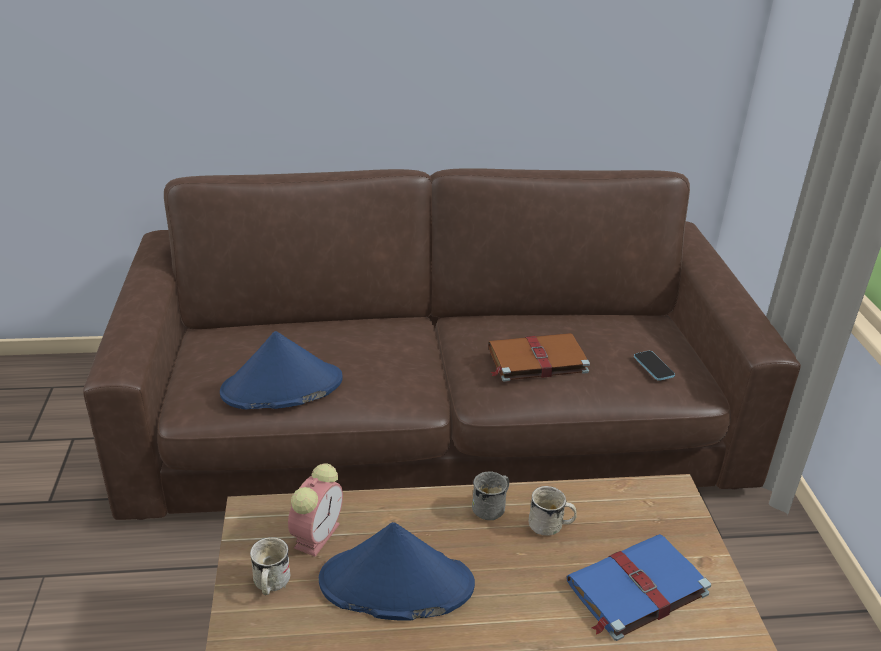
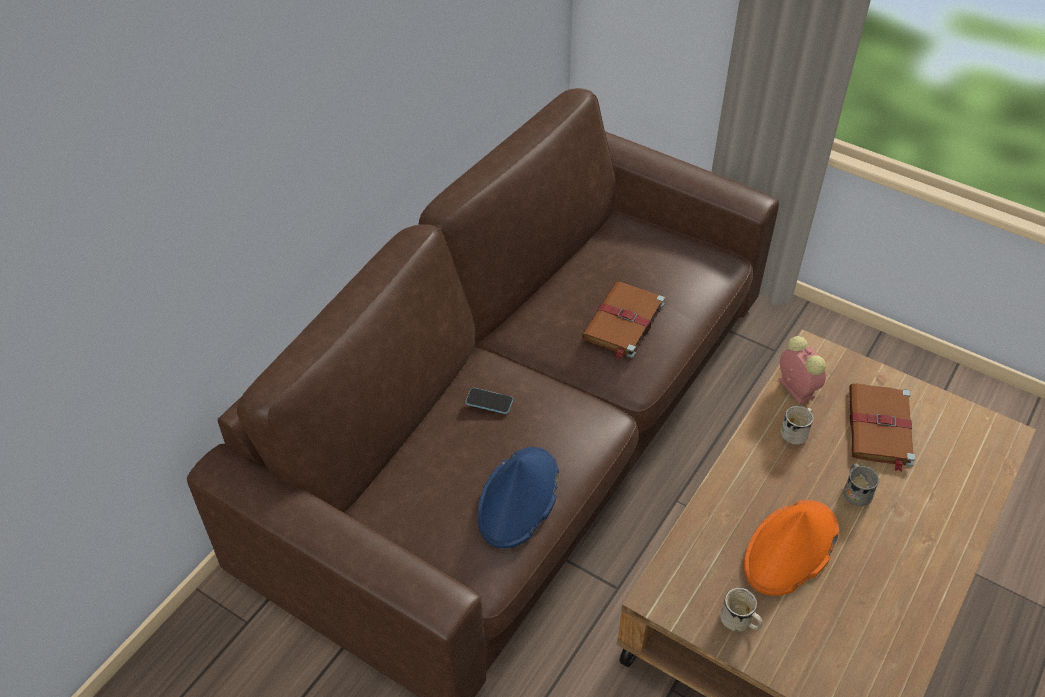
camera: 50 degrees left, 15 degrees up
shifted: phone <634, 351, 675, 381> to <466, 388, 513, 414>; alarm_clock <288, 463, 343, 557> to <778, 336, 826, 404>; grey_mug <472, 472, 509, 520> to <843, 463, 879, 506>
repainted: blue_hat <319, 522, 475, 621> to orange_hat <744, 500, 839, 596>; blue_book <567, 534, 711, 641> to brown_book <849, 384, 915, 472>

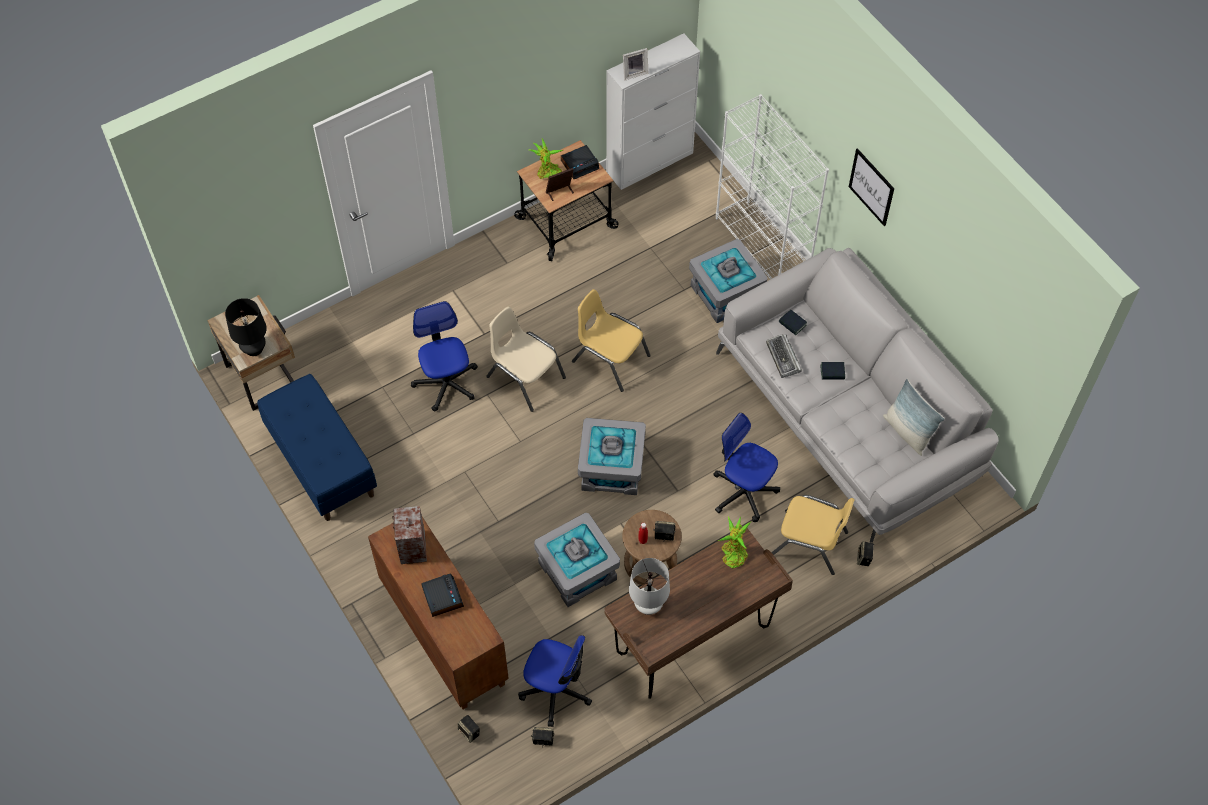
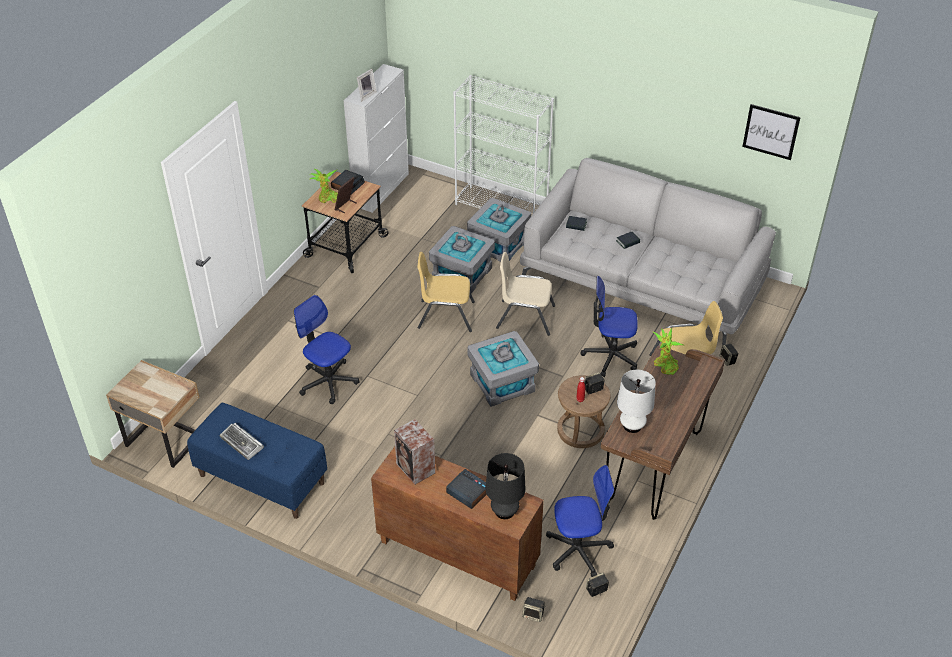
camera: 30 degrees left, 15 degrees down
gone: pillow <883, 379, 945, 456>
shifted: keyboard <766, 334, 802, 378> to <220, 423, 264, 460>; grey_storage_box <534, 513, 620, 607> to <429, 226, 495, 293>; black_table_lamp <225, 298, 267, 356> to <485, 453, 526, 519>; beige_chair <486, 306, 566, 412> to <496, 252, 555, 336>; picture <849, 148, 894, 226> to <742, 104, 801, 160>

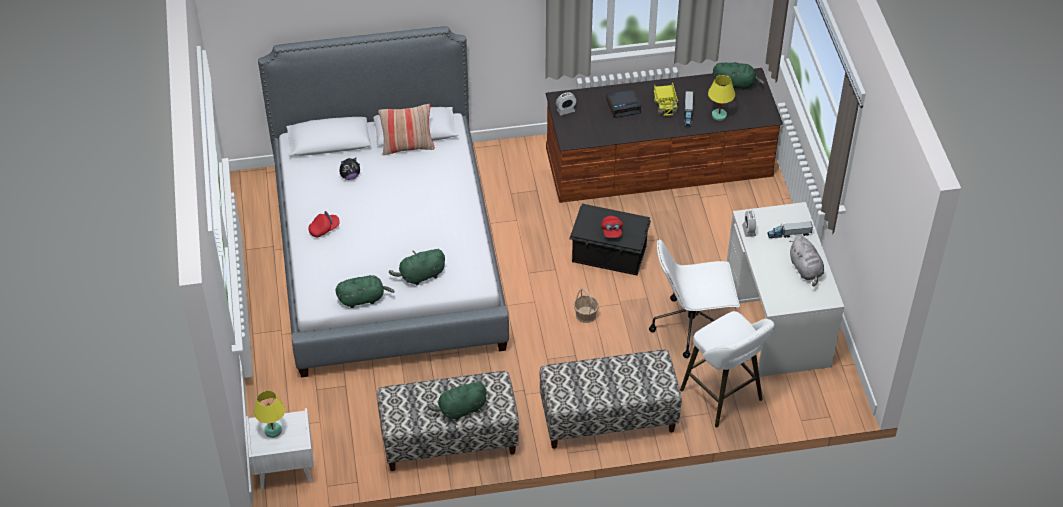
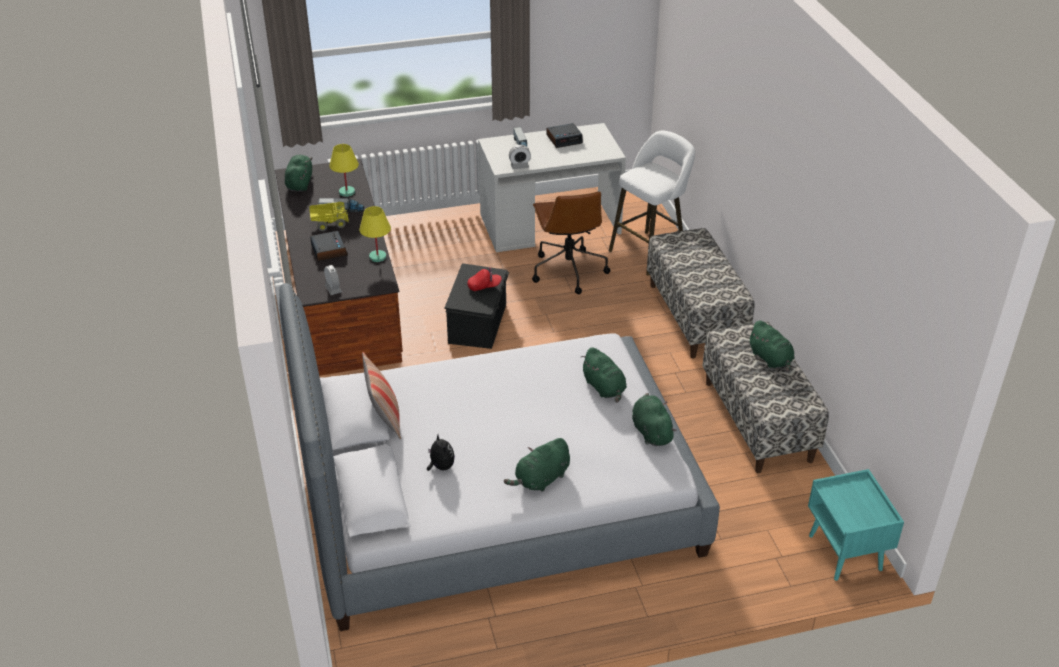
camera: 95 degrees left, 10 degrees down
gone: basket <574, 289, 599, 323>
shifted: yellow_table_lamp <254, 391, 285, 438> to <359, 206, 391, 262>
swapped: red_cap <309, 211, 340, 237> to green_plush_toy <504, 438, 570, 492>; grey_plush_toy <789, 235, 824, 286> to alarm_clock <546, 123, 583, 148>
repainted: white_office_chair <649, 239, 740, 358> to brown_office_chair <532, 191, 610, 294>; white_nightstand <246, 408, 314, 490> to turquoise_nightstand <808, 469, 904, 581>

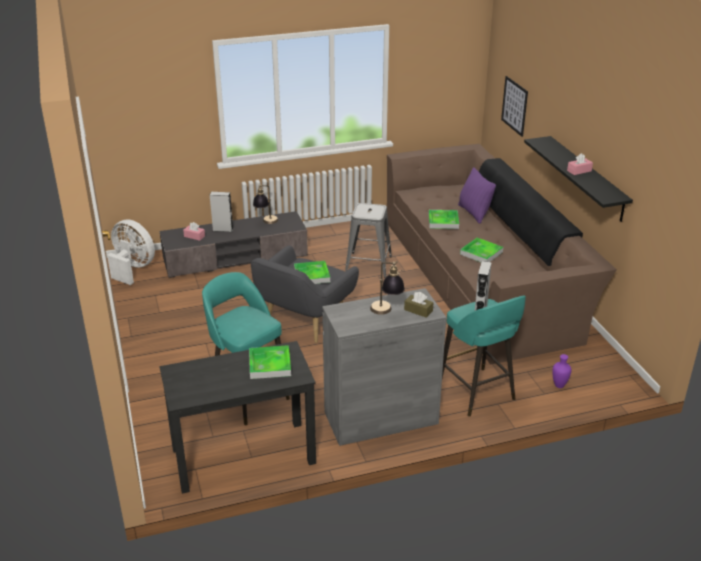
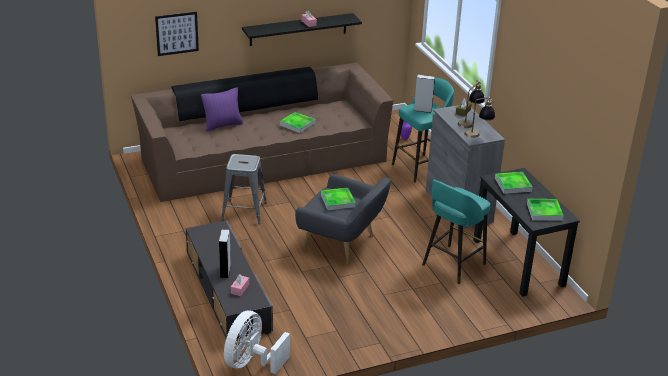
camera: 95 degrees left, 0 degrees up
shifted: table_lamp <253, 184, 278, 224> to <464, 96, 495, 138>; tray <429, 210, 459, 229> to <527, 199, 564, 221>

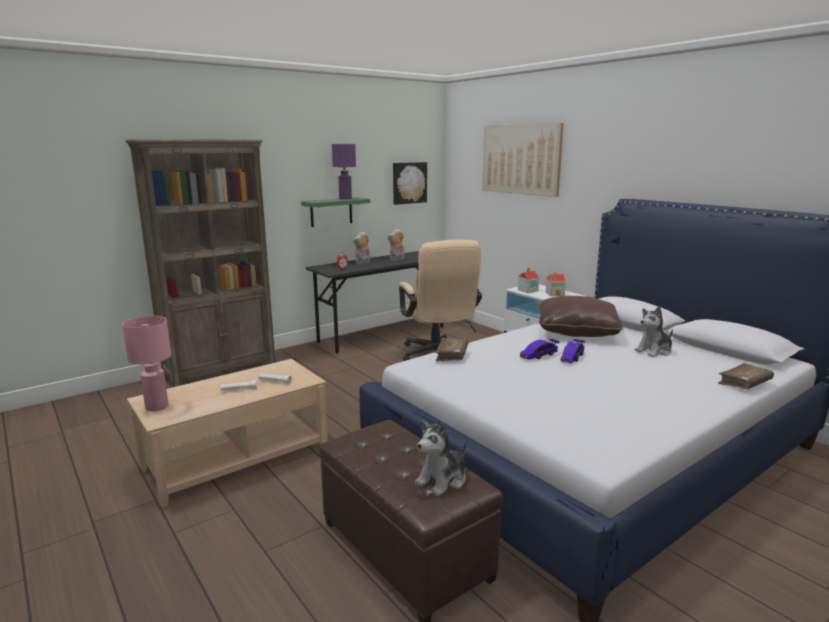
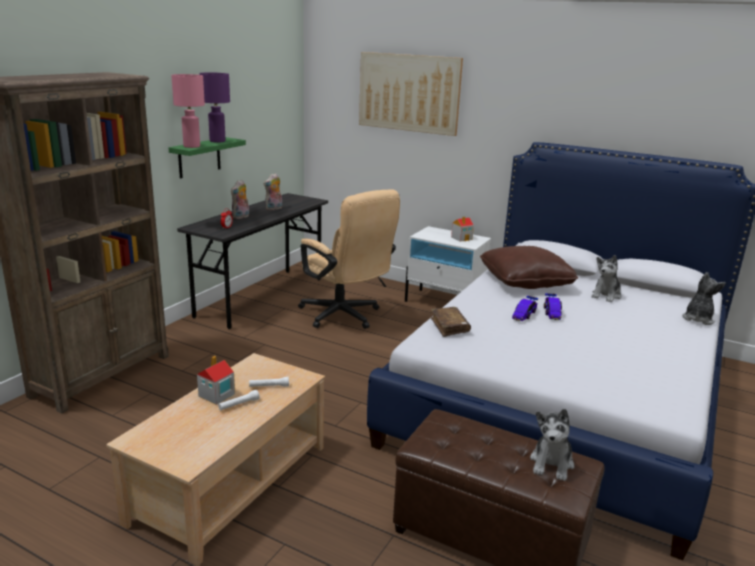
camera: 25 degrees left, 5 degrees up
gone: picture <393, 162, 427, 205>
shifted: pink_table_lamp <122, 316, 171, 411> to <171, 74, 205, 148>; toy_house <518, 268, 539, 293> to <197, 356, 235, 405>
swapped: brown_book <718, 363, 774, 389> to plush_toy <682, 272, 726, 325>

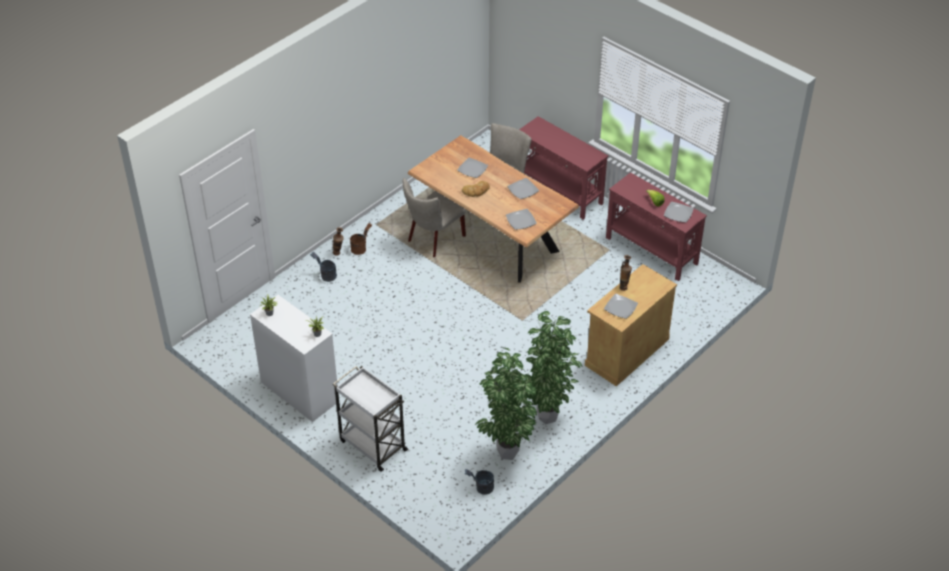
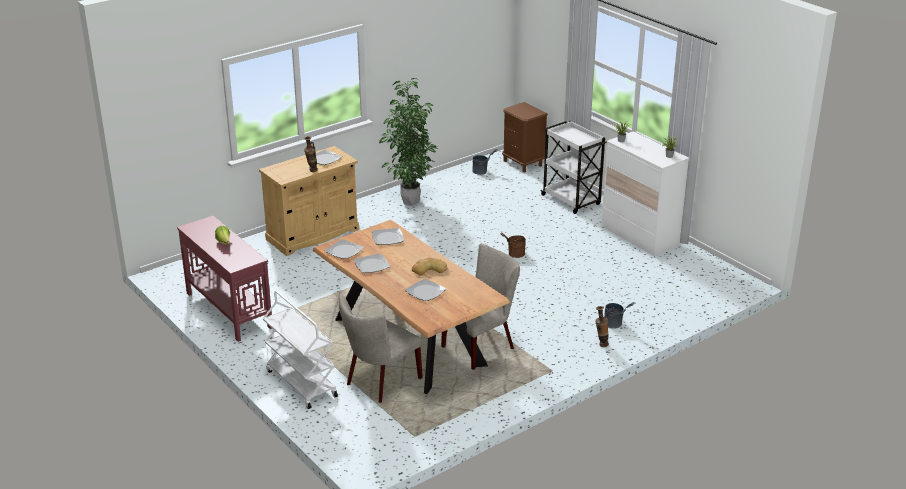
camera: 170 degrees left, 15 degrees down
gone: potted_plant <475, 348, 538, 460>
new: brown_nightstand <502, 102, 548, 172>
shifted: plate <664, 202, 694, 223> to <324, 239, 364, 259>; brown_bucket <350, 222, 372, 255> to <500, 232, 526, 258>
swapped: red_console_table <519, 116, 608, 220> to white_cart <262, 291, 338, 409>

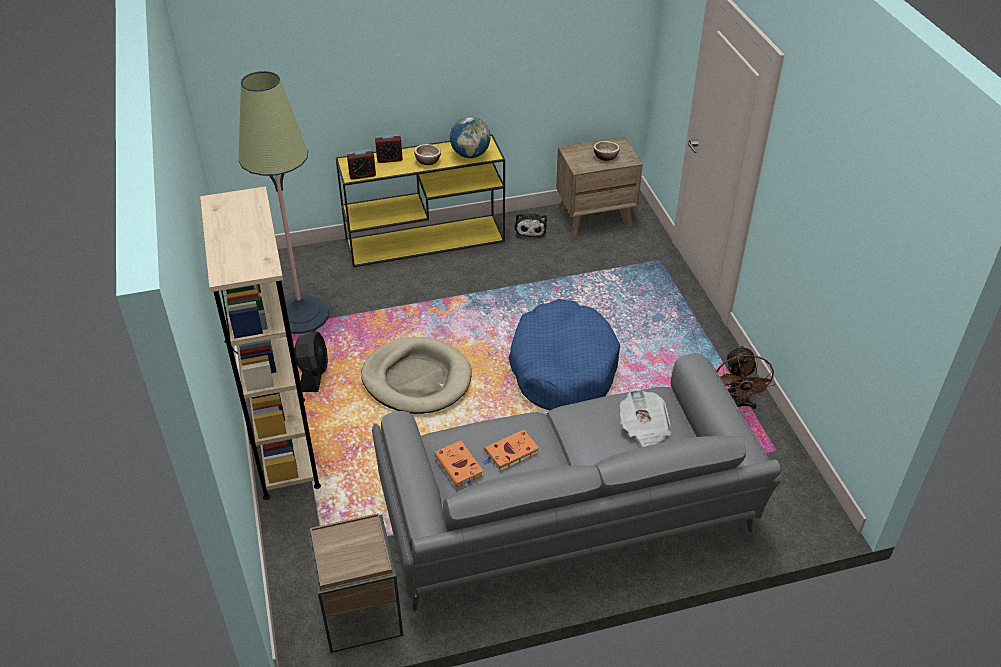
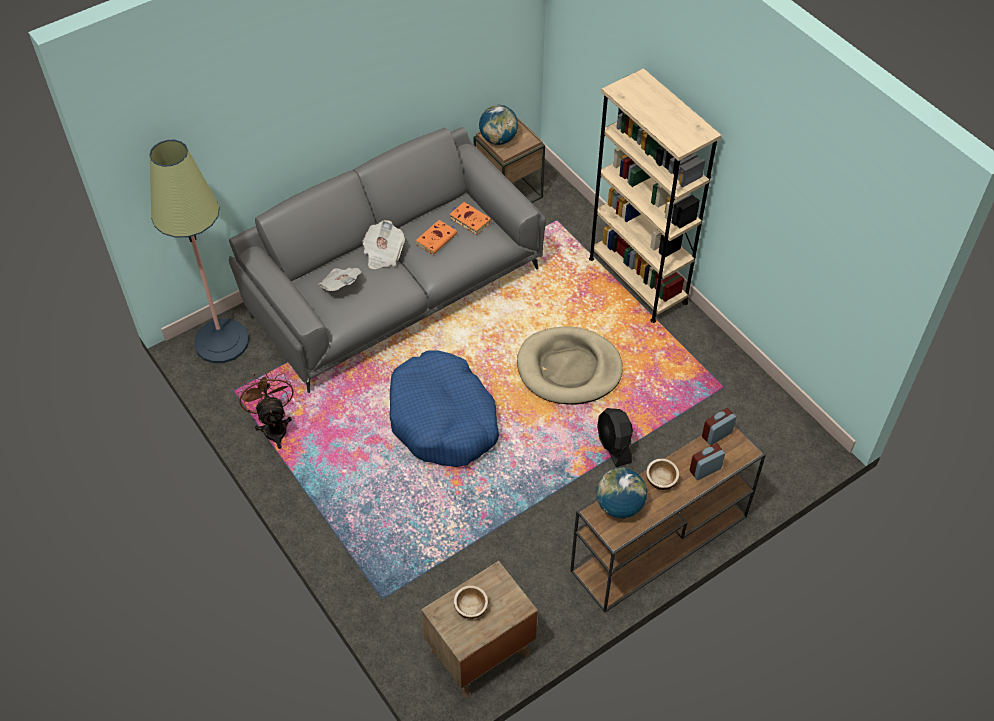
camera: 160 degrees right, 10 degrees up
gone: plush_toy <515, 213, 547, 238>
new: newspaper <362, 220, 405, 269>; globe <479, 105, 518, 145>
shifted: floor_lamp <238, 71, 329, 334> to <149, 140, 249, 363>; black_fan <294, 330, 328, 392> to <597, 408, 633, 467>
repainted: yellow_console_table <336, 134, 505, 267> to brown_console_table <570, 424, 766, 612>

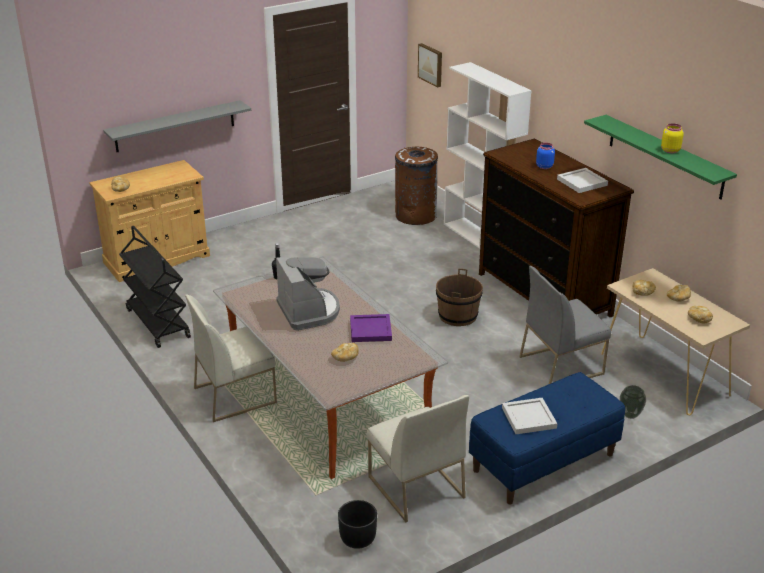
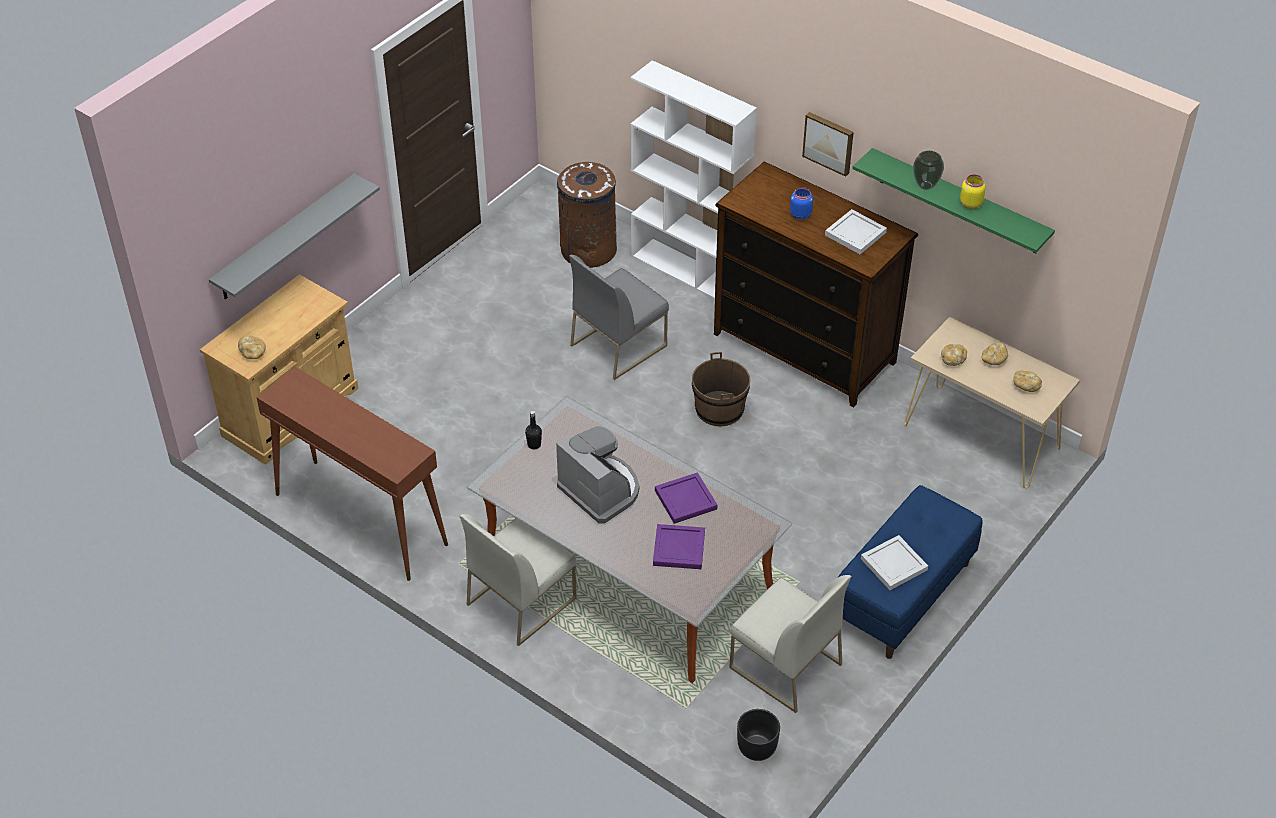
camera: 20 degrees left, 15 degrees up
shifted: grey_chair <519, 266, 611, 384> to <569, 255, 669, 380>; picture <418, 43, 442, 87> to <802, 112, 854, 177>; vase <620, 385, 646, 419> to <913, 151, 944, 190>
swapped: black_cart <119, 226, 191, 348> to brown_console_table <257, 367, 448, 581>; bread <331, 343, 359, 362> to purple_tray <653, 524, 705, 569>

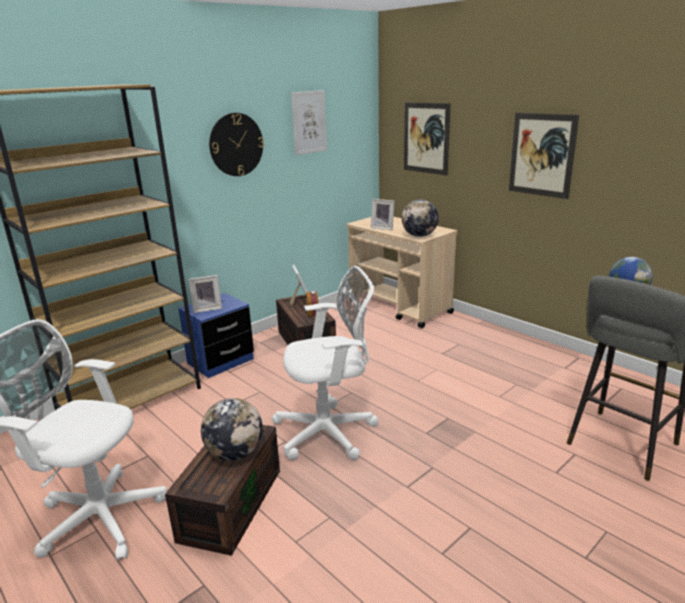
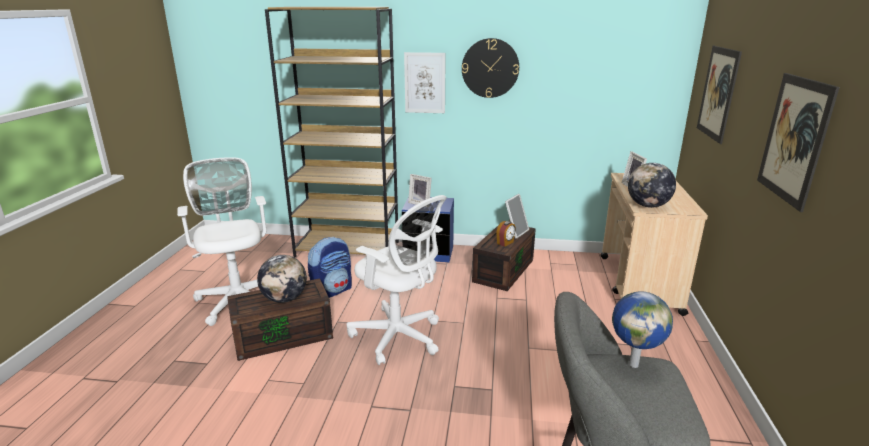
camera: 50 degrees right, 0 degrees up
new: backpack <308, 237, 352, 298>
shifted: picture <291, 90, 327, 155> to <404, 52, 446, 113>

